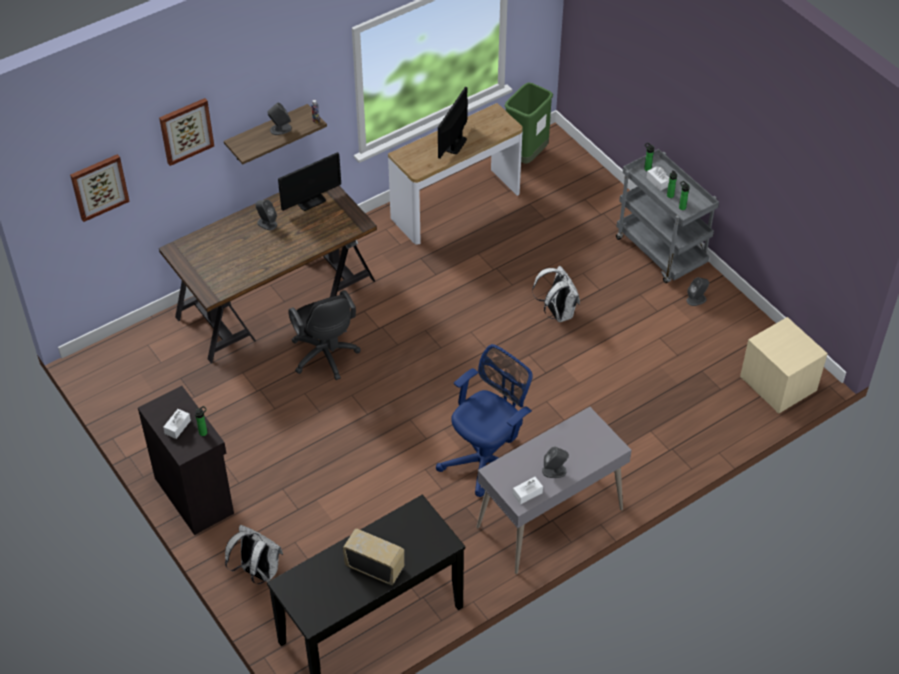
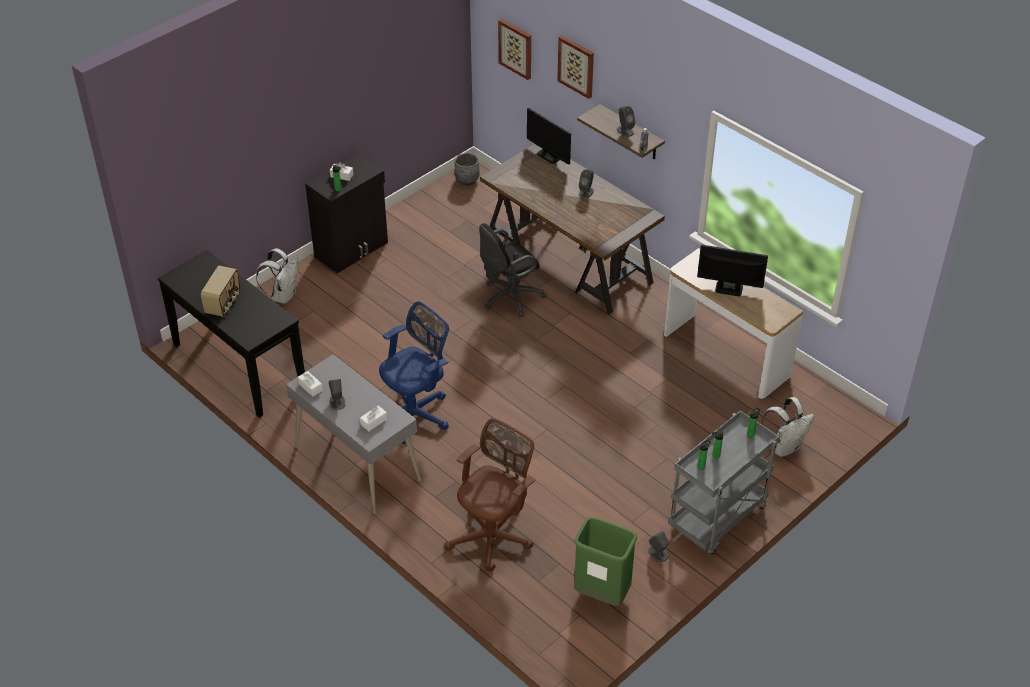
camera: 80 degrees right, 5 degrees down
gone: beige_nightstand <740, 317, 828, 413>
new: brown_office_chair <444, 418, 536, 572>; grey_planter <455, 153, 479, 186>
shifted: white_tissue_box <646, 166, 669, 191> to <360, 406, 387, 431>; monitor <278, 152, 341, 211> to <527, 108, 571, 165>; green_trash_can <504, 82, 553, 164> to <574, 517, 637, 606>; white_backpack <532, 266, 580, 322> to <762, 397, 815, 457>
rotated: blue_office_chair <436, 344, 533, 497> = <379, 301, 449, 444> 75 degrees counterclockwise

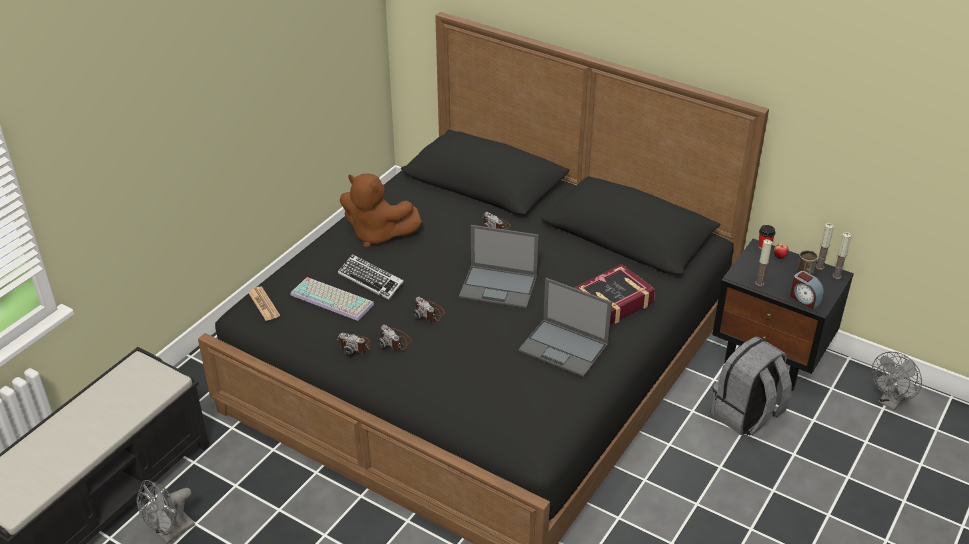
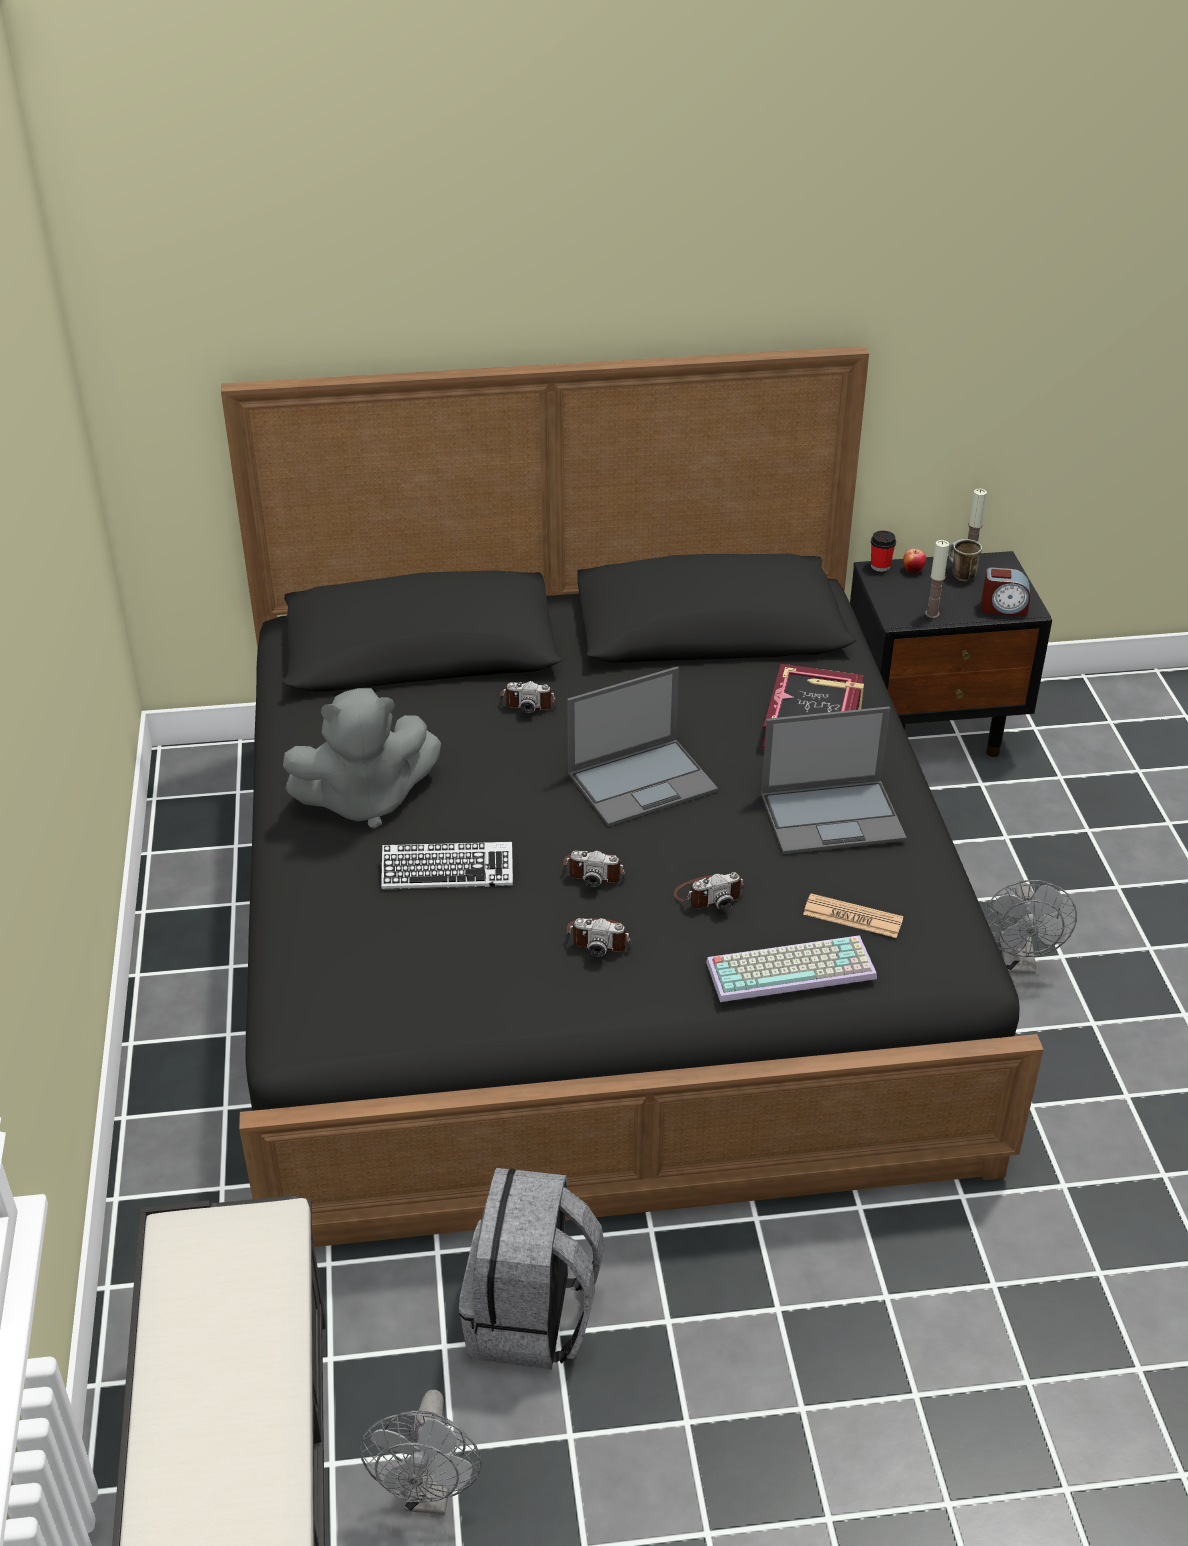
camera: 40 degrees left, 0 degrees up
gone: candle <832, 232, 852, 279>
shifted: grey_backpack <711, 337, 792, 436> to <459, 1168, 605, 1369>; photo_camera <337, 333, 370, 355> to <674, 872, 745, 910>; keyboard <291, 277, 374, 321> to <706, 935, 877, 1002>; newspaper <249, 286, 280, 321> to <803, 893, 903, 938>; grey_fan <872, 352, 922, 411> to <984, 880, 1077, 974>
repainted: brown_plush_toy <340, 174, 422, 248> to grey_plush_toy <283, 688, 441, 829>

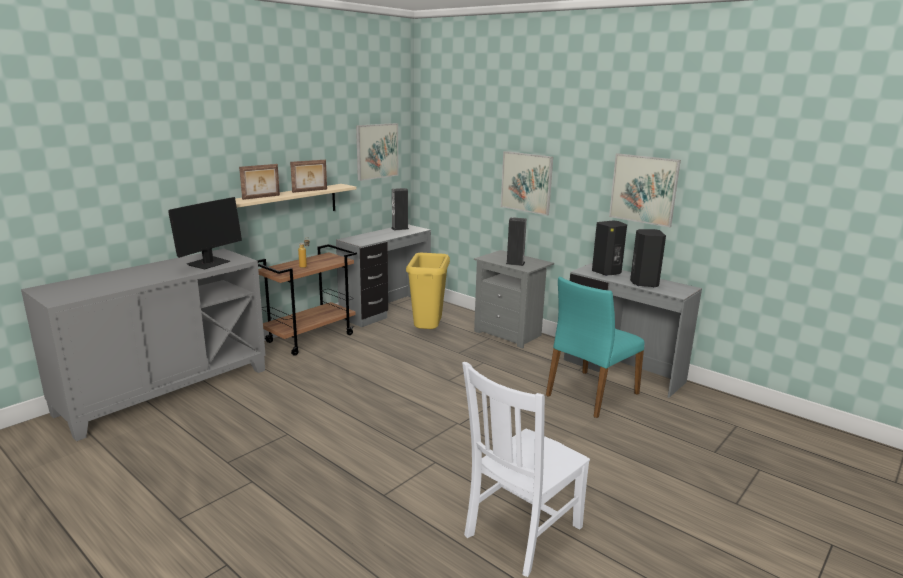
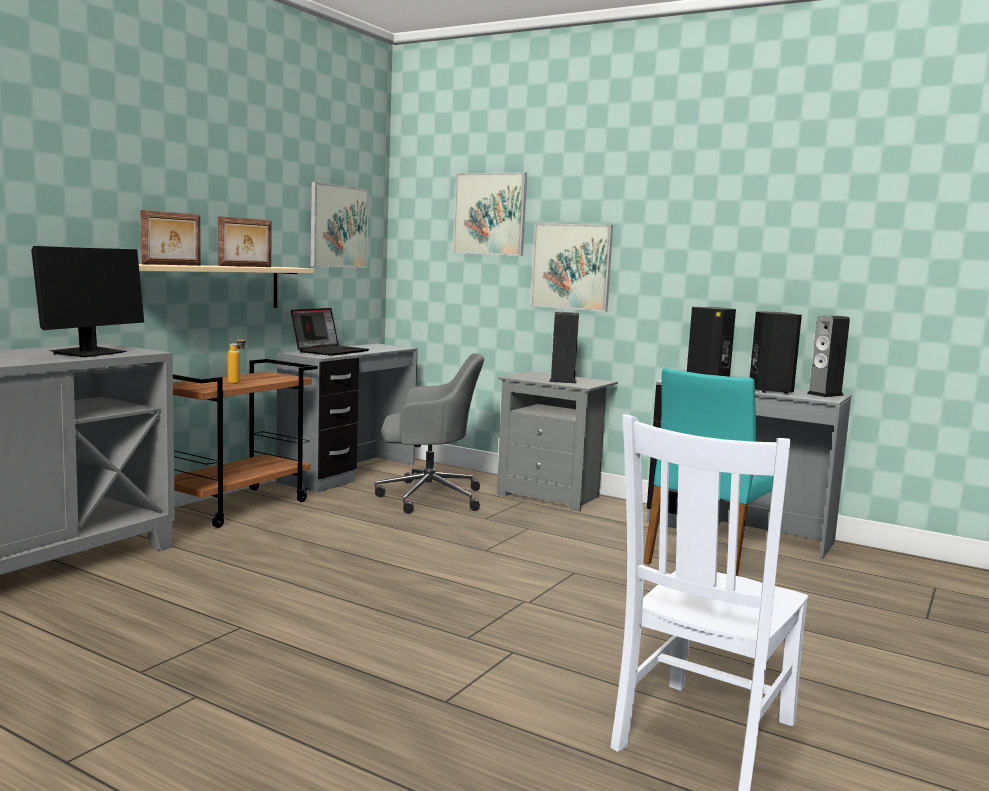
camera: 10 degrees left, 10 degrees down
new: laptop <291, 308, 369, 356>
shifted: picture <609, 153, 681, 227> to <453, 172, 527, 256>; speaker <391, 188, 409, 231> to <807, 316, 850, 397>
swapped: yellow_trash_can <406, 253, 450, 329> to grey_office_chair <375, 353, 484, 514>

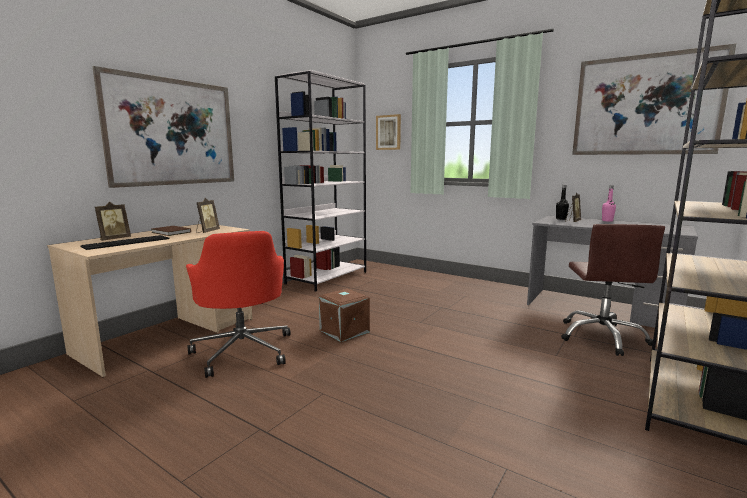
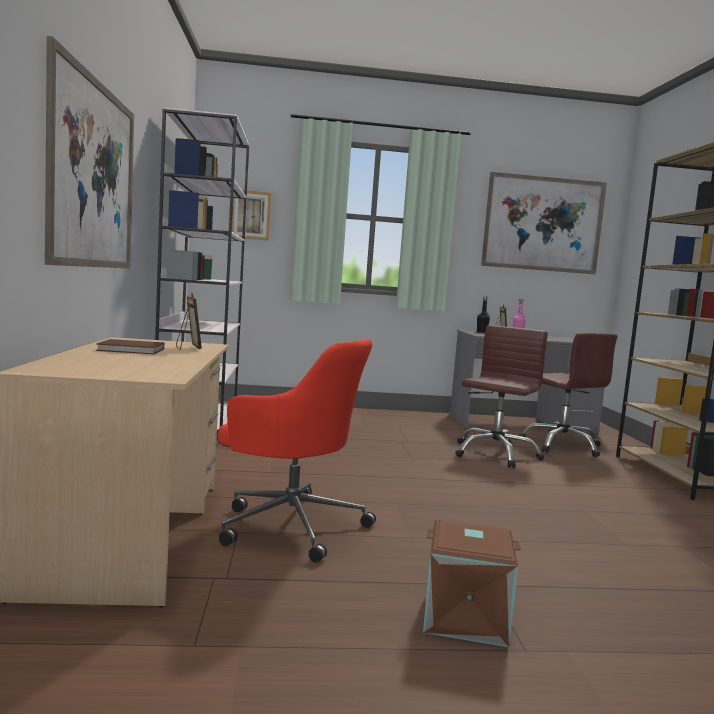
camera: 40 degrees left, 5 degrees down
gone: keyboard <80, 235, 170, 250>; picture_frame <95, 202, 131, 241>
new: brown_office_chair <455, 325, 548, 468>
shifted: brown_storage_box <319, 289, 370, 342> to <423, 520, 521, 647>

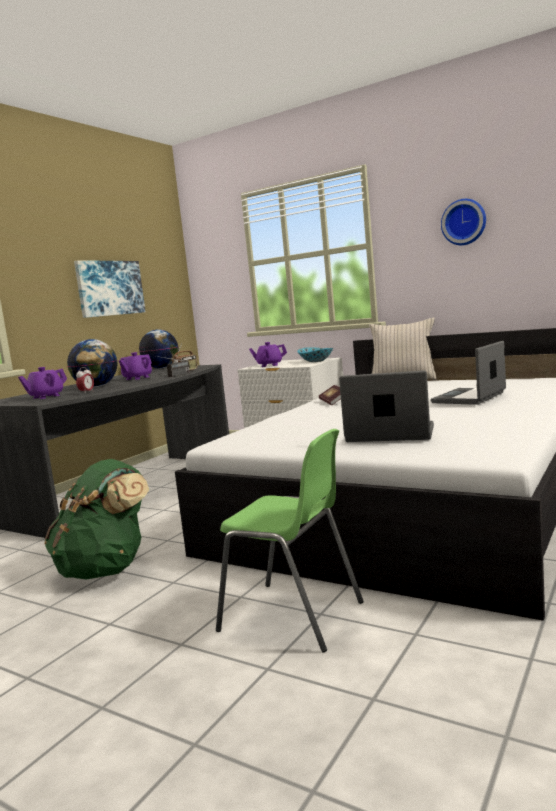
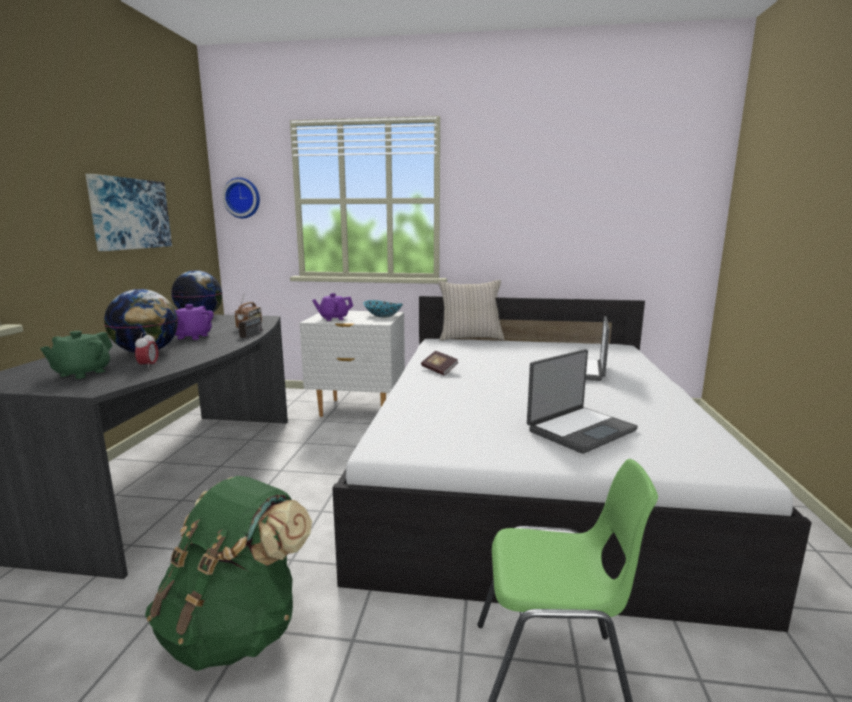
camera: 25 degrees left, 5 degrees up
shifted: wall_clock <441, 199, 486, 245> to <222, 177, 260, 218>
repainted: purple_teapot <18, 367, 67, 399> to green_teapot <40, 331, 112, 379>
rotated: laptop <339, 370, 434, 442> = <527, 349, 638, 454> 150 degrees clockwise

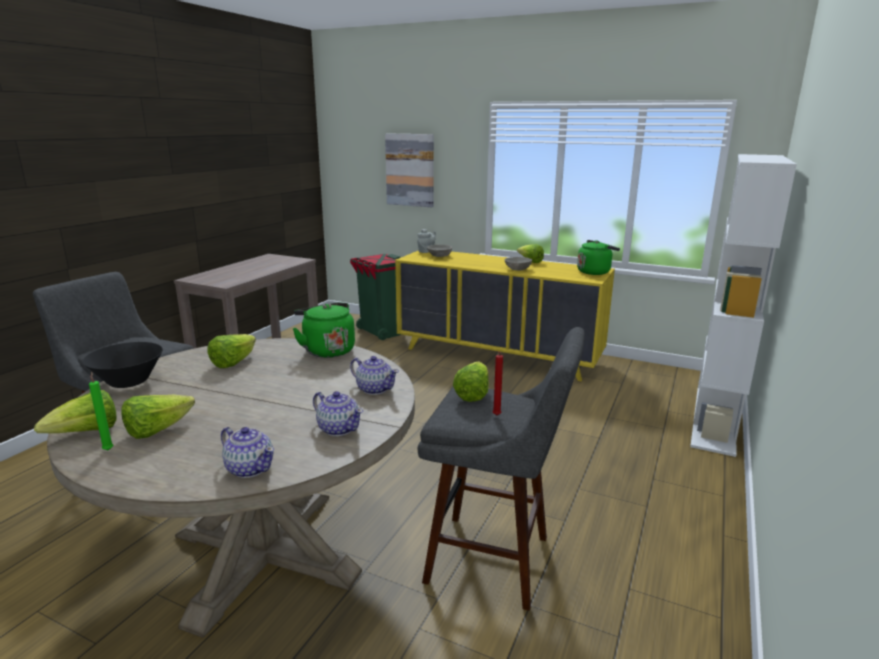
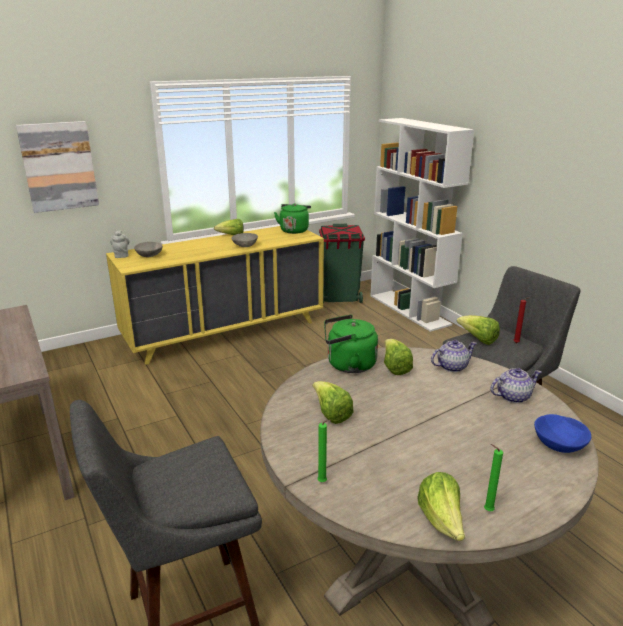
camera: 55 degrees left, 5 degrees up
shifted: green_trash_can <350, 254, 402, 340> to <319, 224, 365, 304>; lettuce <121, 395, 195, 439> to <384, 339, 413, 375>
swapped: black_bowl <82, 342, 163, 388> to green_candle <318, 420, 331, 482>; teapot <221, 427, 274, 478> to blue_bowl <534, 414, 591, 453>

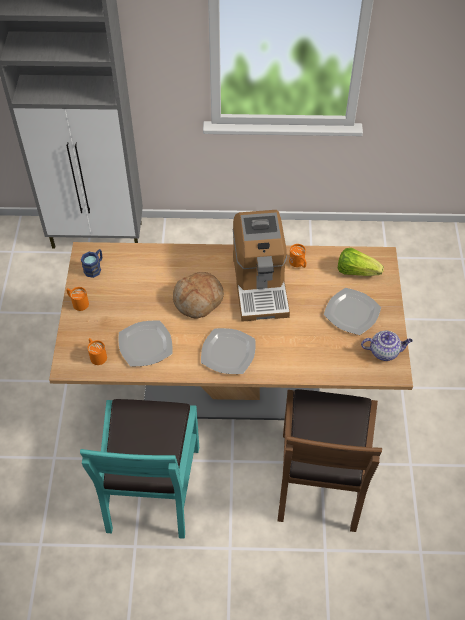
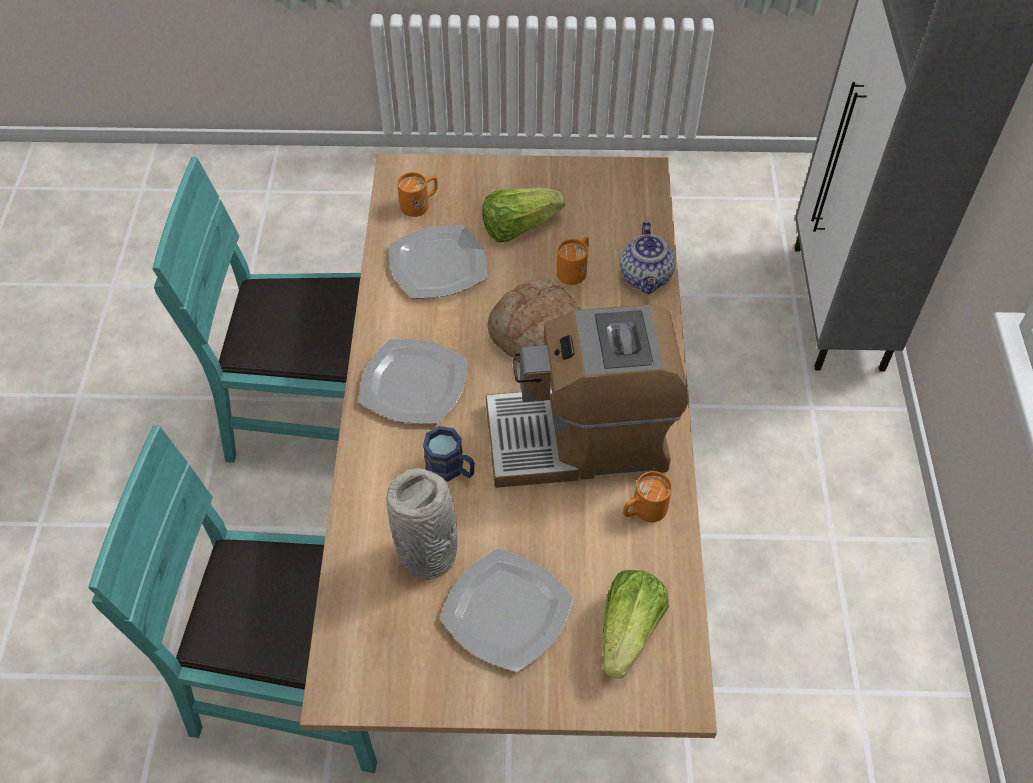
camera: 90 degrees right, 0 degrees up
new: grey_vase <386, 468, 458, 580>; lettuce <482, 187, 565, 242>
shifted: blue_mug <81, 249, 102, 278> to <423, 426, 475, 482>; orange_mug <67, 287, 89, 311> to <557, 237, 589, 285>; teapot <361, 330, 413, 361> to <620, 221, 675, 294>
repainted: brown_chair <277, 389, 382, 532> to turquoise_chair <88, 425, 377, 773>

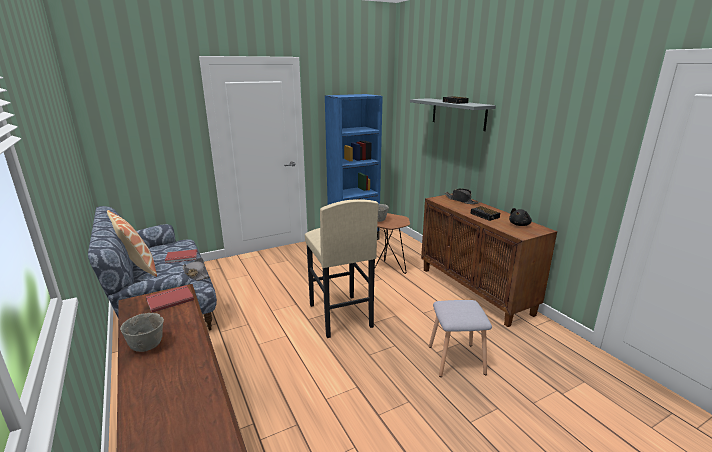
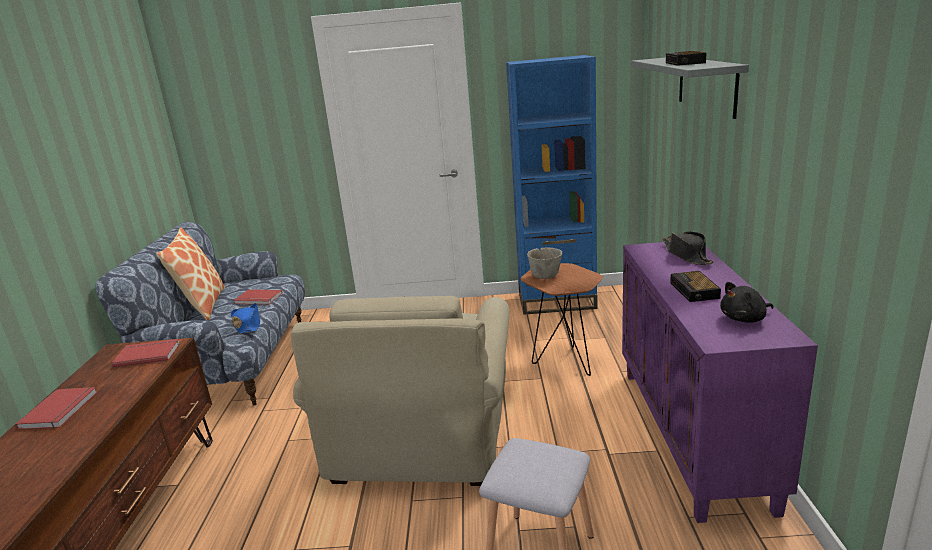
camera: 30 degrees right, 0 degrees up
swapped: grey_bowl <120, 313, 164, 352> to red_book <15, 387, 97, 430>; beige_stool <305, 199, 378, 338> to beige_armchair <291, 296, 510, 486>
repainted: grey_hat <182, 258, 210, 280> to blue_hat <231, 303, 260, 334>; brown_cabinet <421, 194, 557, 327> to purple_cabinet <622, 242, 818, 523>

